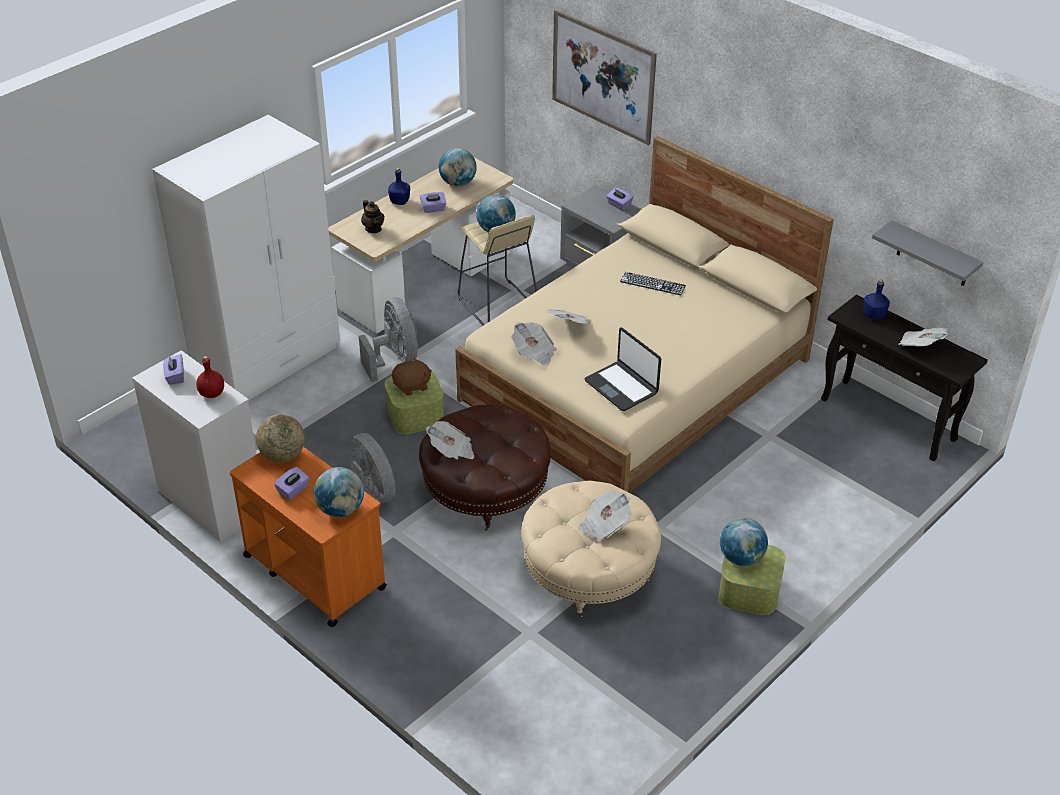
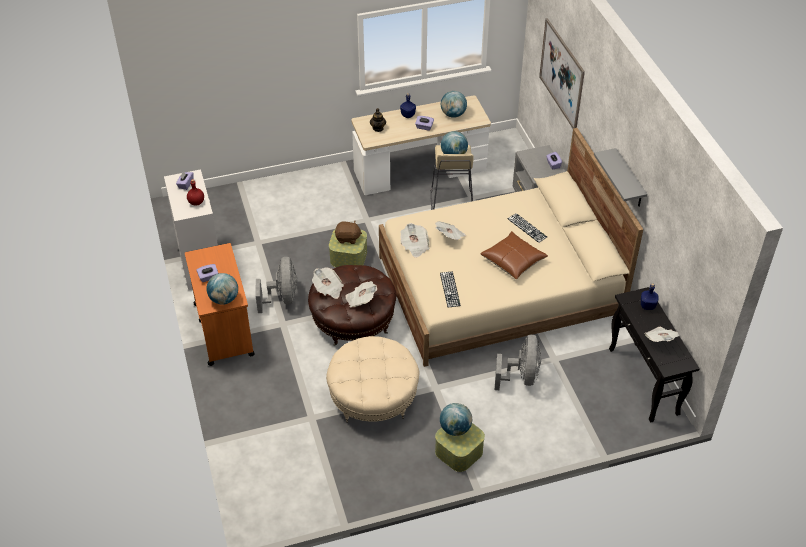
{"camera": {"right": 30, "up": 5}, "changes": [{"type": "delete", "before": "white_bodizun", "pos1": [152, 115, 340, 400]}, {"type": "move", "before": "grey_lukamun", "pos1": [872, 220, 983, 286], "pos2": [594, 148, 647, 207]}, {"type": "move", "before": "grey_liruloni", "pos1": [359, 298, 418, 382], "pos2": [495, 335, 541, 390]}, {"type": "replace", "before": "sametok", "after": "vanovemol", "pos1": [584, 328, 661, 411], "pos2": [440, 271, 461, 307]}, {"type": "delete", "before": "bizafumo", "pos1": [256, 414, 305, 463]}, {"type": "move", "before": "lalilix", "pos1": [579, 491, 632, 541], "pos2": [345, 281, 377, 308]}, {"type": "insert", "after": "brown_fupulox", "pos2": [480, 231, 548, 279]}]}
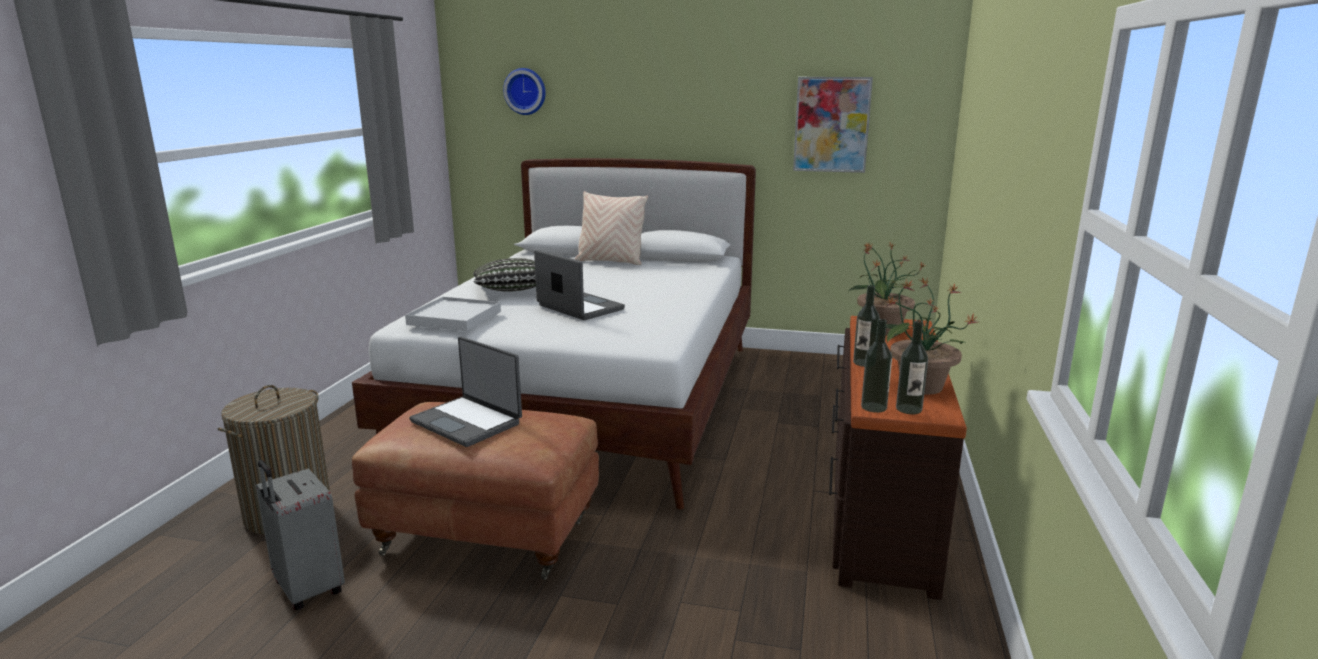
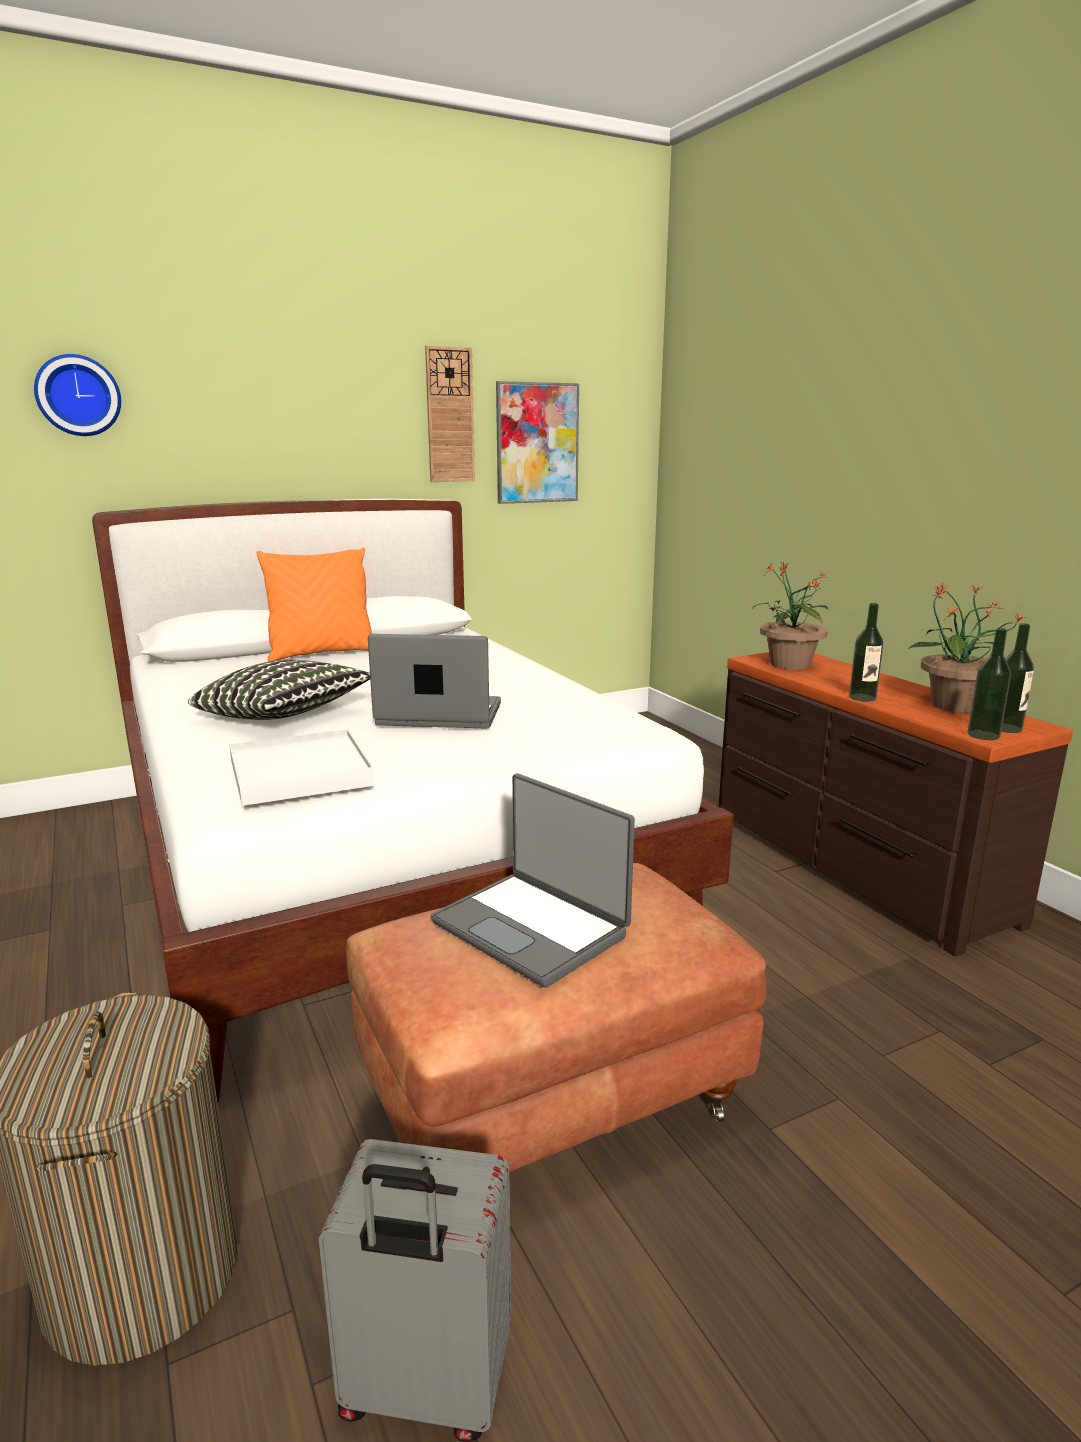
{"camera": {"right": -40, "up": 0}, "changes": [{"type": "recolor", "before": "beige_fupulox", "after": "orange_fupulox", "pos1": [575, 191, 648, 265], "pos2": [257, 548, 372, 661]}, {"type": "rotate", "before": "sametok", "pos1": [409, 337, 522, 447], "pos2": [431, 773, 635, 988], "turn": 45}, {"type": "insert", "after": "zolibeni", "pos2": [425, 346, 475, 482]}]}
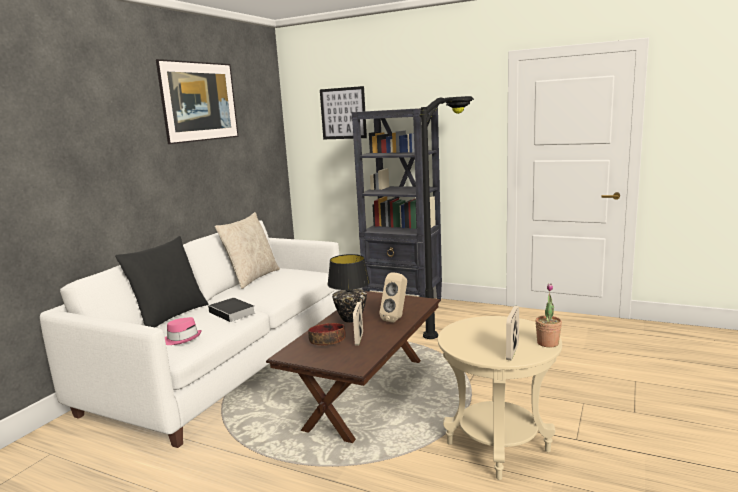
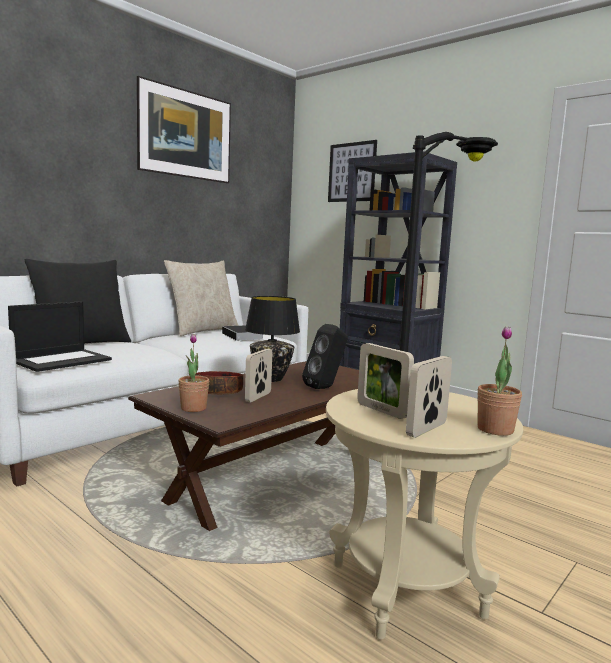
{"camera": {"right": 15, "up": -5}, "changes": [{"type": "recolor", "before": "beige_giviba", "after": "black_giviba", "pos1": [380, 272, 407, 323], "pos2": [302, 324, 348, 389]}, {"type": "move", "before": "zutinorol", "pos1": [208, 298, 255, 323], "pos2": [222, 325, 263, 341]}, {"type": "replace", "before": "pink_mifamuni", "after": "sametok", "pos1": [165, 317, 202, 345], "pos2": [8, 302, 112, 372]}, {"type": "insert", "after": "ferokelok", "pos2": [178, 334, 209, 412]}, {"type": "insert", "after": "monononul", "pos2": [357, 343, 414, 419]}]}
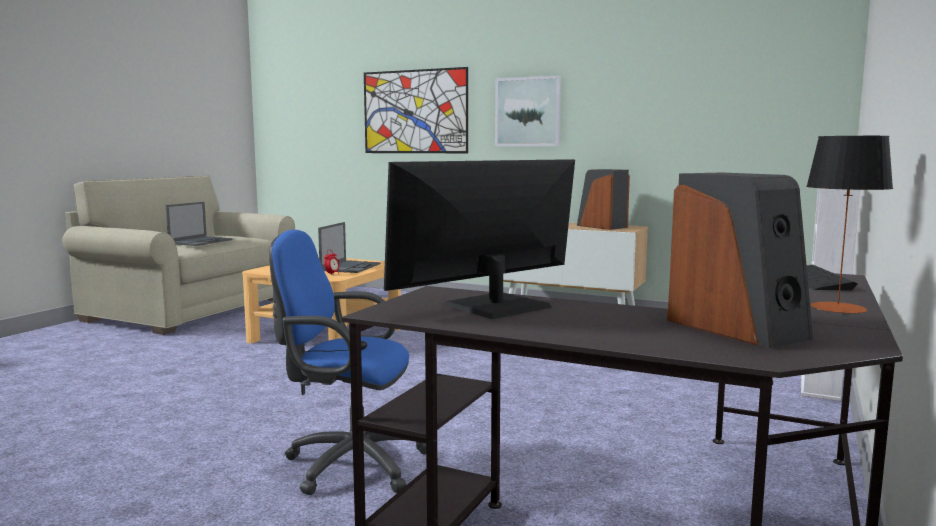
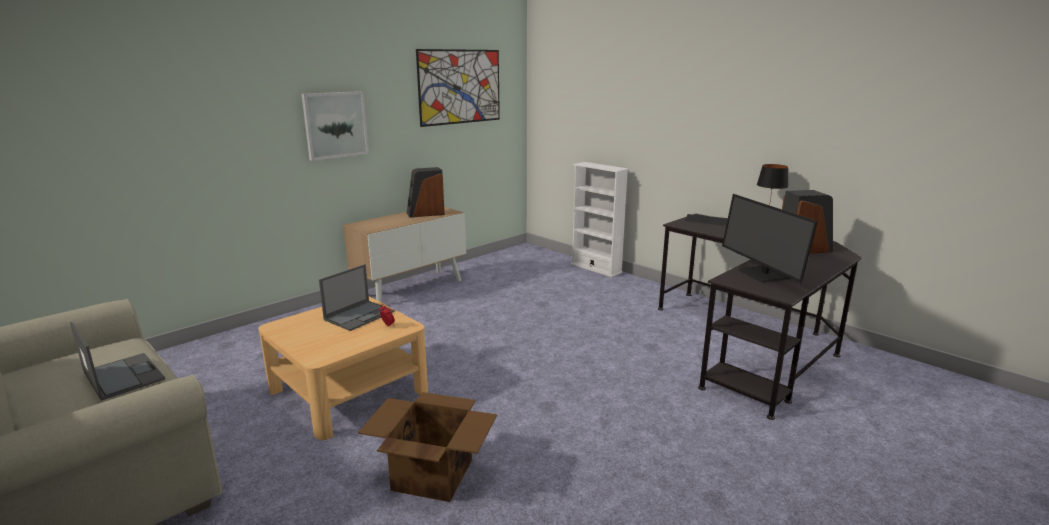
{"camera": {"right": -70, "up": 10}, "changes": [{"type": "move", "before": "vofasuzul", "pos1": [364, 67, 468, 153], "pos2": [416, 49, 500, 127]}, {"type": "rotate", "before": "sametok", "pos1": [318, 222, 381, 273], "pos2": [319, 264, 395, 331], "turn": 90}, {"type": "delete", "before": "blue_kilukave", "pos1": [269, 230, 426, 495]}, {"type": "insert", "after": "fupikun", "pos2": [358, 392, 497, 502]}]}
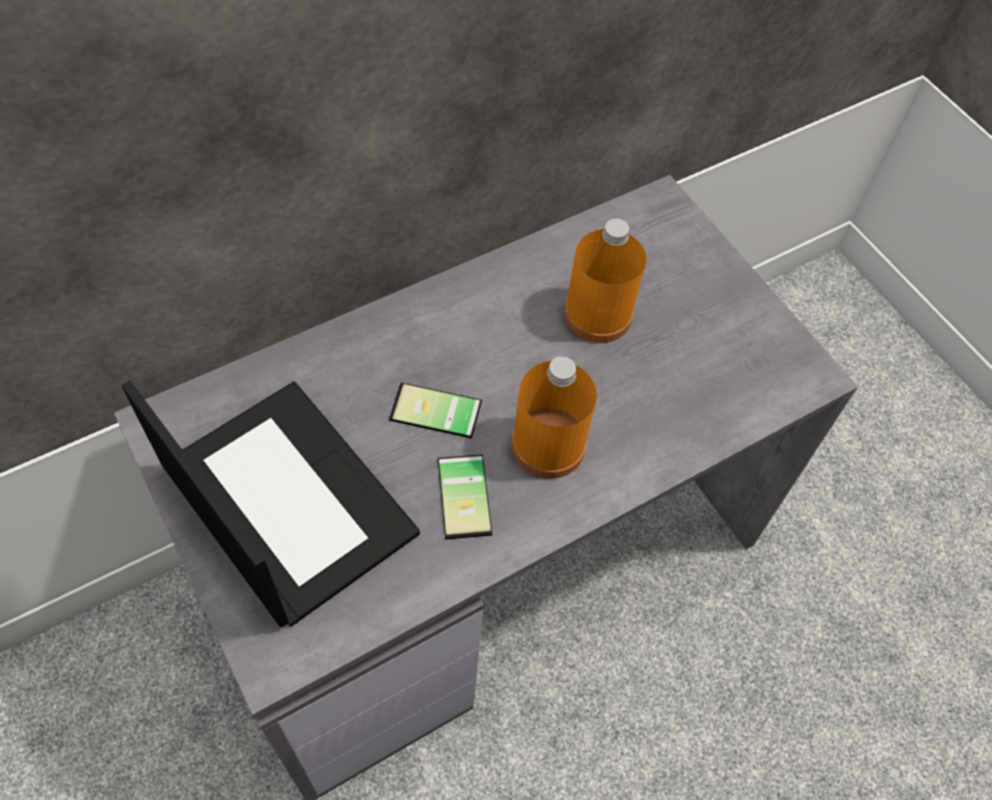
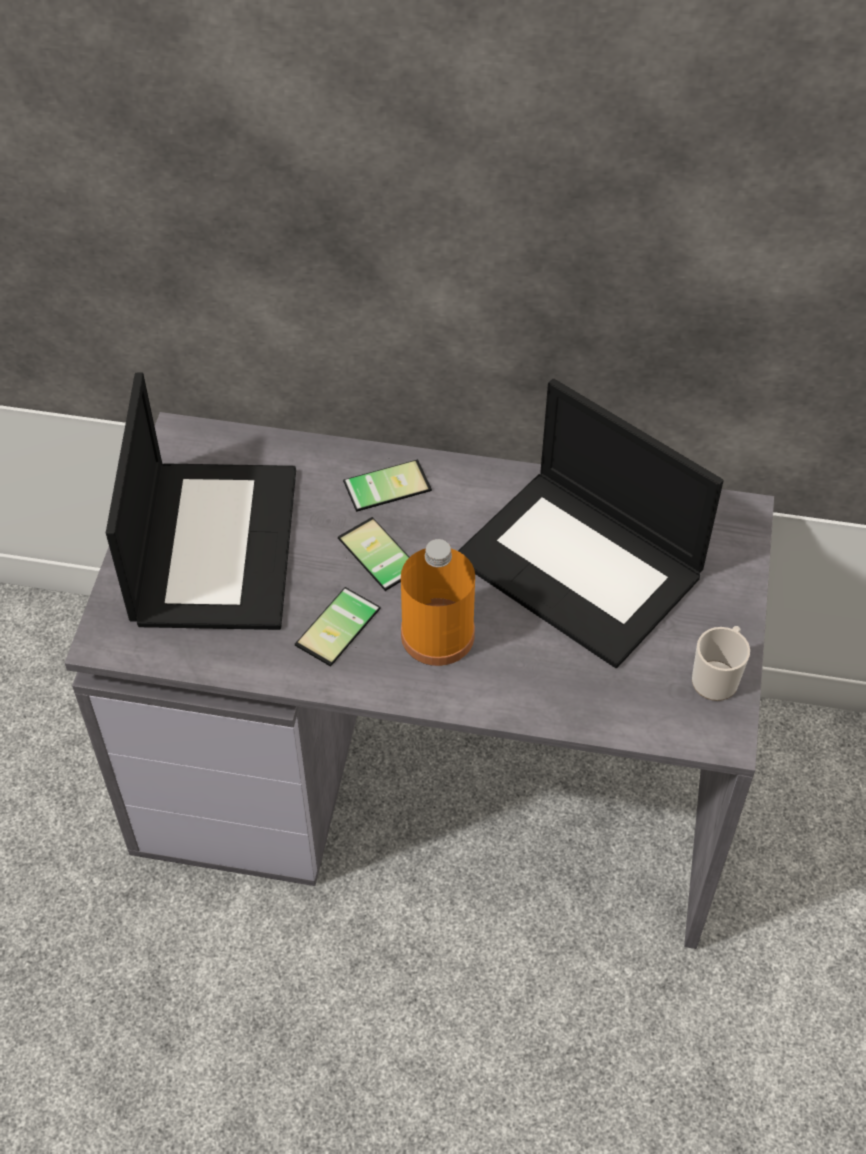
{"camera": {"right": 45, "up": -5}, "changes": [{"type": "replace", "before": "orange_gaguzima", "after": "sametok", "pos1": [564, 219, 646, 343], "pos2": [458, 379, 724, 668]}, {"type": "insert", "after": "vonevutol", "pos2": [343, 458, 432, 512]}, {"type": "insert", "after": "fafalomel", "pos2": [692, 626, 750, 701]}]}
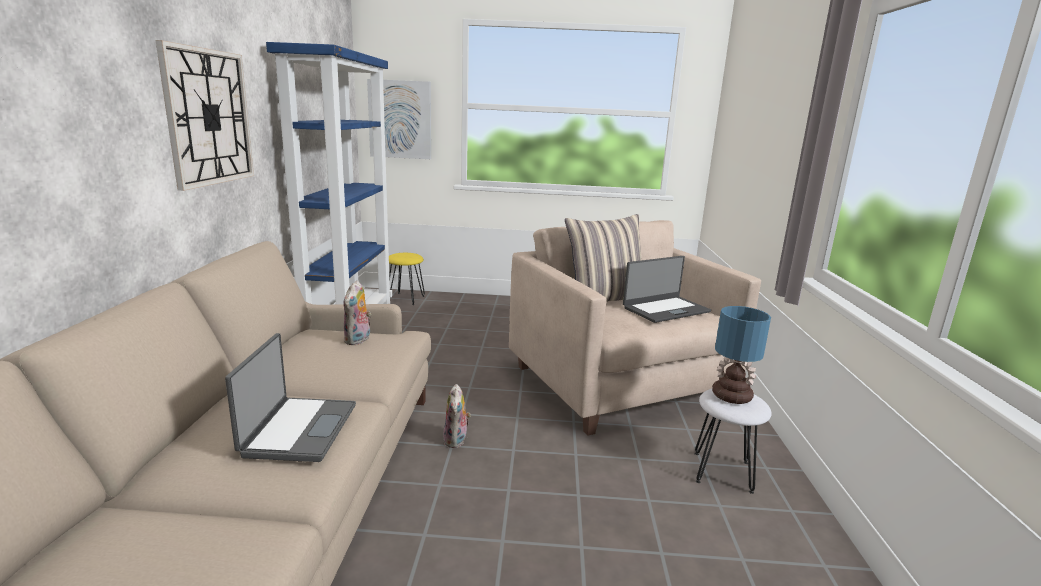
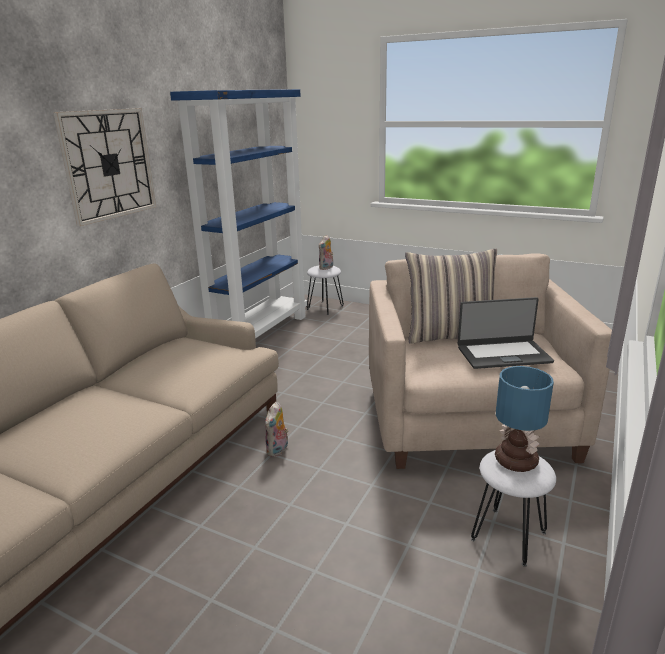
{"camera": {"right": 25, "up": 5}, "changes": [{"type": "delete", "before": "vofasuzul", "pos1": [367, 79, 431, 159]}, {"type": "recolor", "before": "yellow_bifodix", "after": "white_bifodix", "pos1": [389, 253, 425, 305], "pos2": [307, 266, 344, 315]}, {"type": "move", "before": "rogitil", "pos1": [343, 280, 371, 345], "pos2": [319, 235, 333, 270]}, {"type": "delete", "before": "sametok", "pos1": [225, 333, 356, 462]}]}
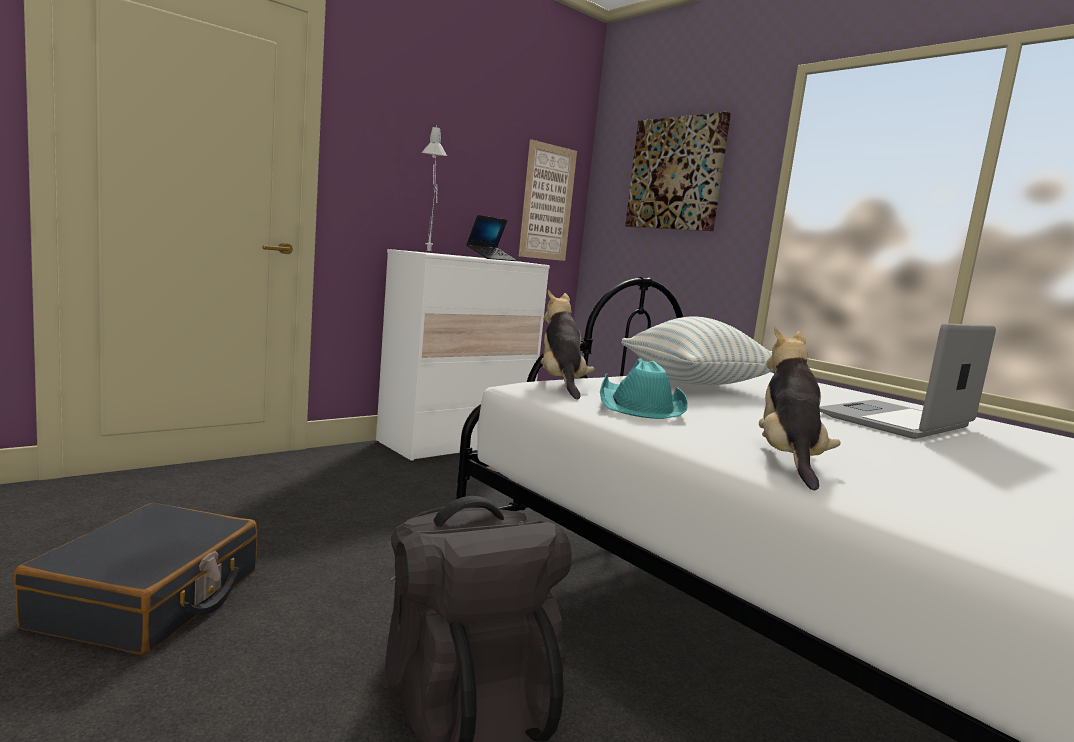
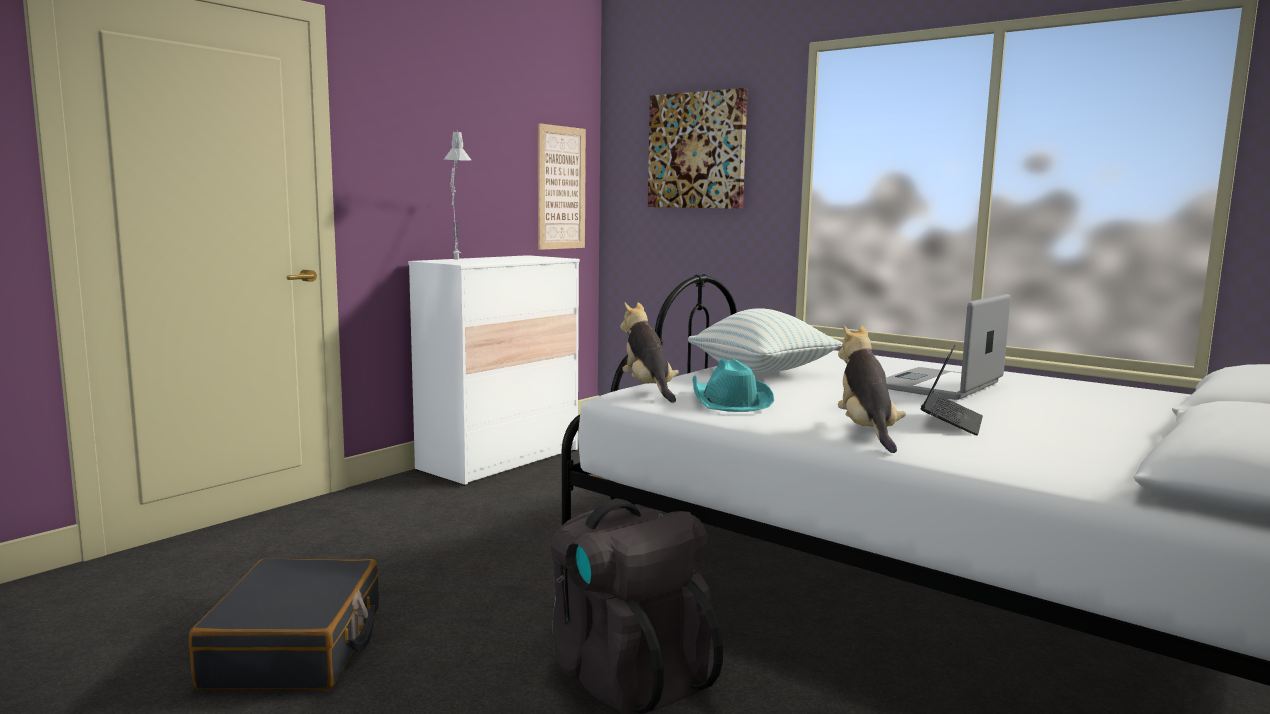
{"camera": {"right": -10, "up": 0}, "changes": [{"type": "move", "before": "sametok", "pos1": [466, 215, 517, 261], "pos2": [921, 345, 983, 435]}]}
